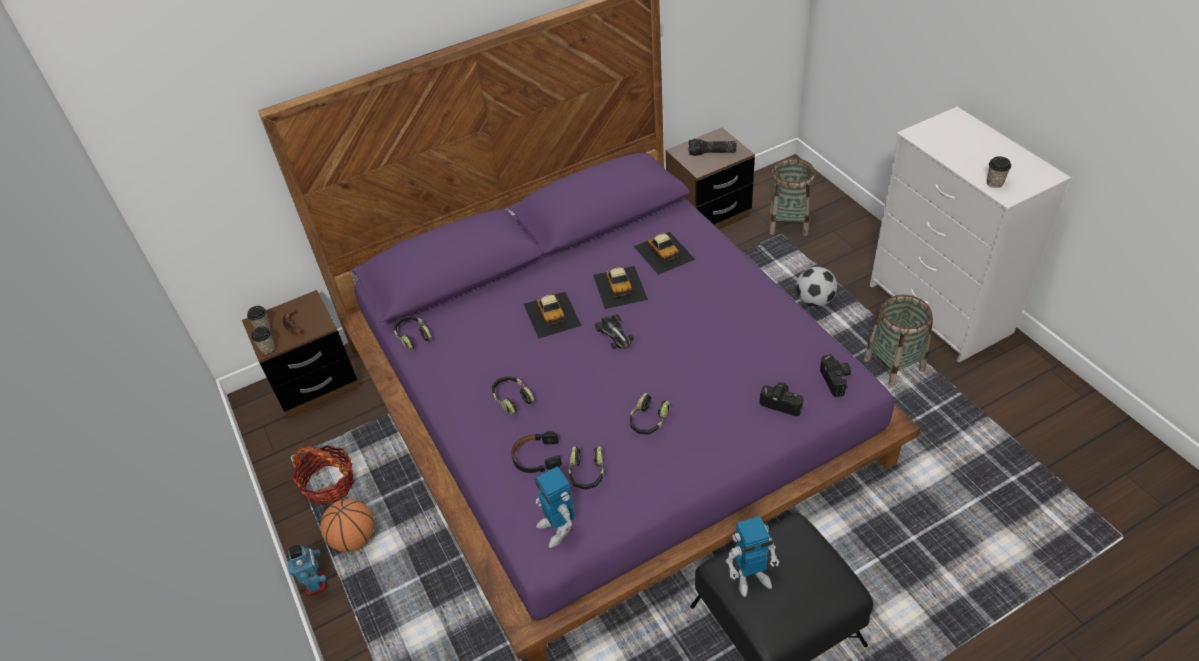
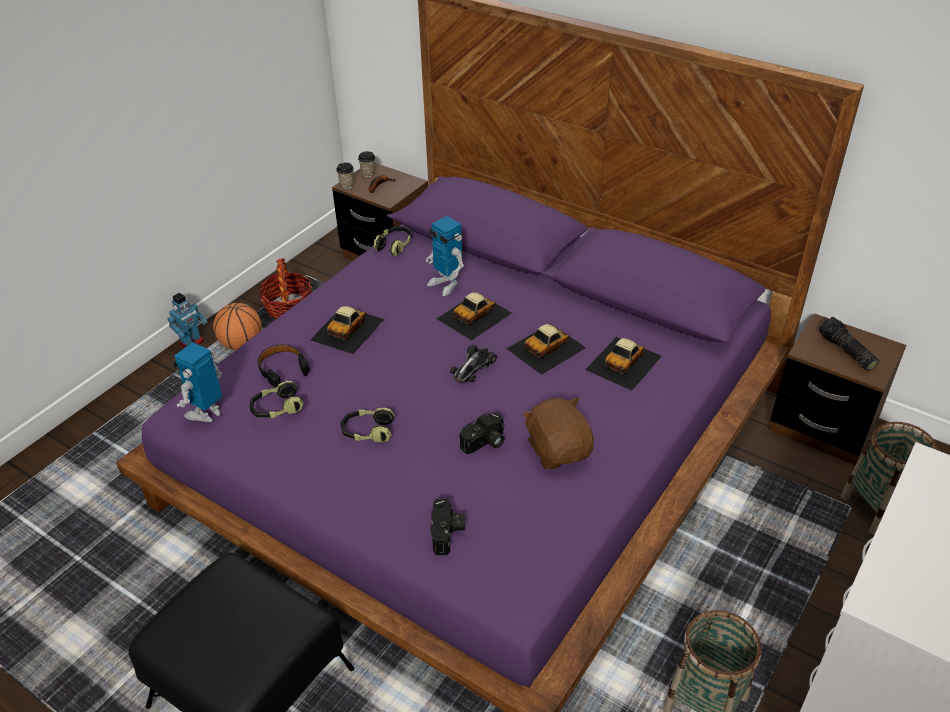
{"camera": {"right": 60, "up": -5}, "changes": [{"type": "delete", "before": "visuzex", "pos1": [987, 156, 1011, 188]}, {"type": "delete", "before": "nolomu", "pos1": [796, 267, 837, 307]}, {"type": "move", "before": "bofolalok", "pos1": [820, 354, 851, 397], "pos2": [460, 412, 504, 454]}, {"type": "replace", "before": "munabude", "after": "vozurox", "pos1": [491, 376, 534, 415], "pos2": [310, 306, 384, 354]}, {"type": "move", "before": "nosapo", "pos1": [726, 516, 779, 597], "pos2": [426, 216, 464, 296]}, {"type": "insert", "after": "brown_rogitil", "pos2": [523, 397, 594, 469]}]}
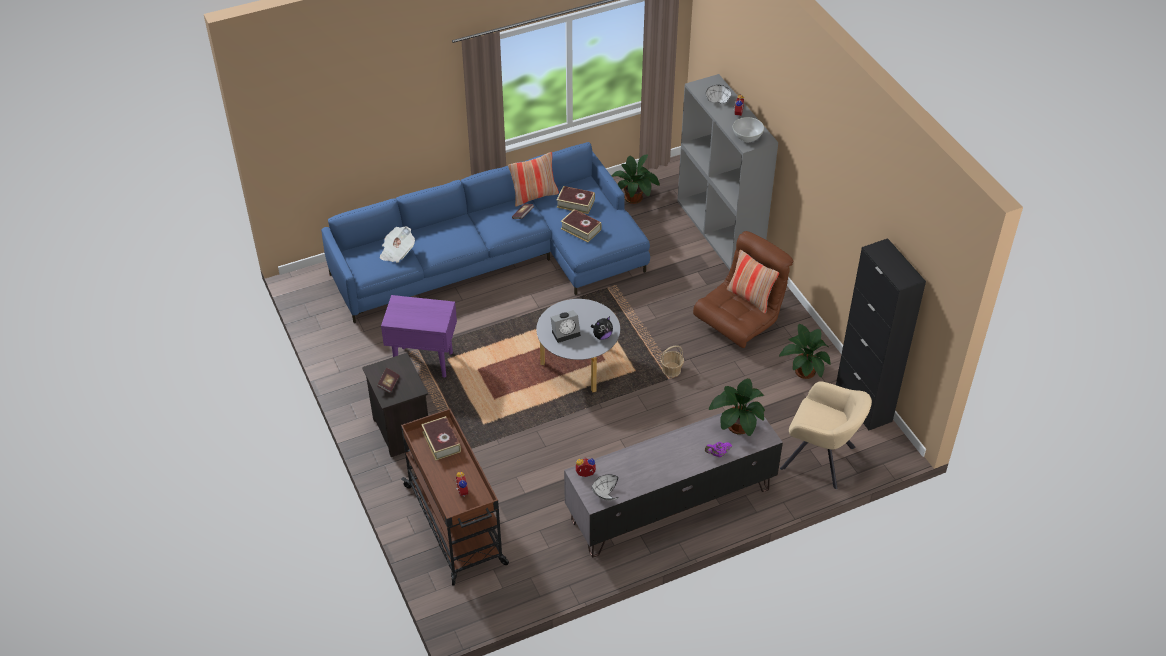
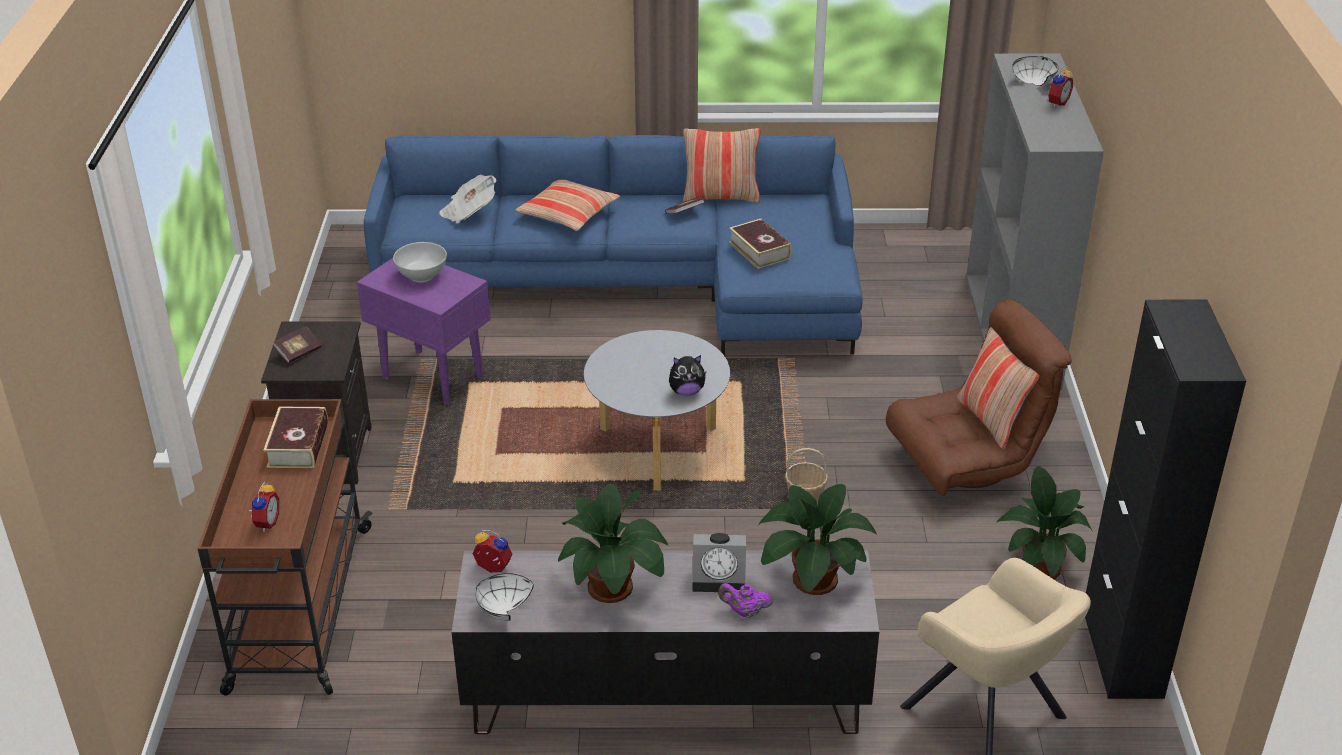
{"camera": {"right": 25, "up": -10}, "changes": [{"type": "move", "before": "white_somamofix", "pos1": [733, 117, 764, 143], "pos2": [393, 242, 447, 282]}, {"type": "move", "before": "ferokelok", "pos1": [612, 154, 660, 204], "pos2": [558, 484, 668, 603]}, {"type": "delete", "before": "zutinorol", "pos1": [557, 186, 595, 214]}, {"type": "move", "before": "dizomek", "pos1": [551, 310, 581, 343], "pos2": [693, 533, 746, 592]}, {"type": "insert", "after": "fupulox", "pos2": [515, 180, 620, 231]}]}
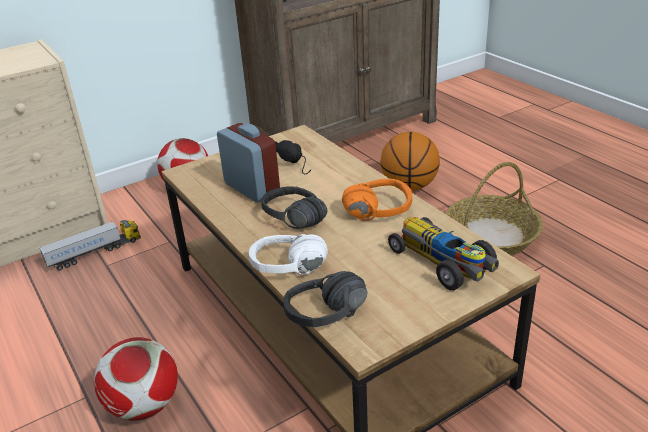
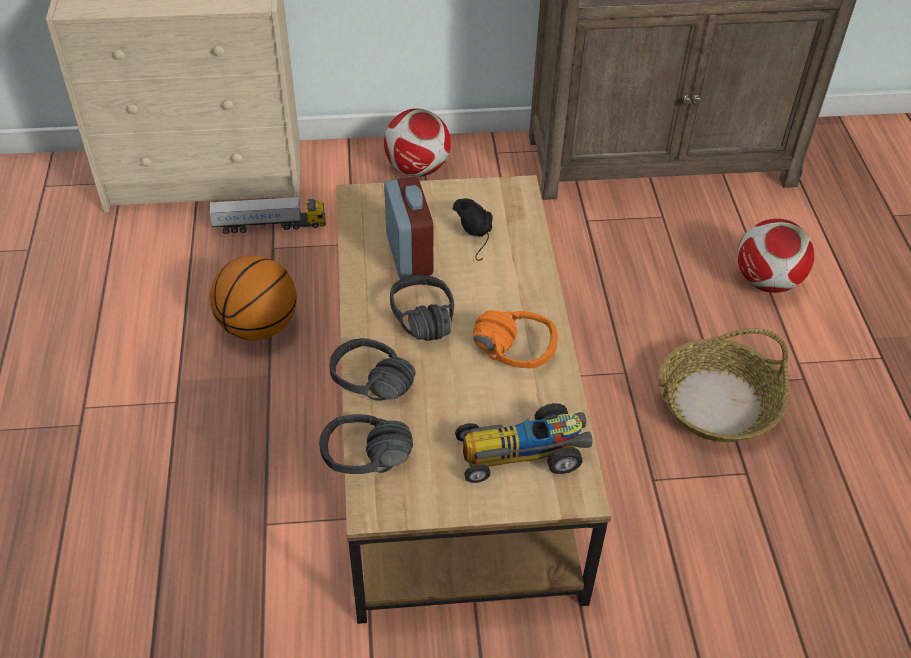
{"camera": {"right": 25, "up": 15}, "changes": [{"type": "move", "before": "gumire", "pos1": [381, 132, 440, 191], "pos2": [210, 255, 296, 341]}, {"type": "rotate", "before": "vozurox", "pos1": [388, 217, 499, 291], "pos2": [455, 403, 593, 483], "turn": -90}, {"type": "recolor", "before": "white_munabude", "after": "black_munabude", "pos1": [249, 234, 328, 275], "pos2": [330, 338, 415, 401]}, {"type": "move", "before": "nolomu", "pos1": [94, 337, 178, 421], "pos2": [737, 219, 814, 293]}]}
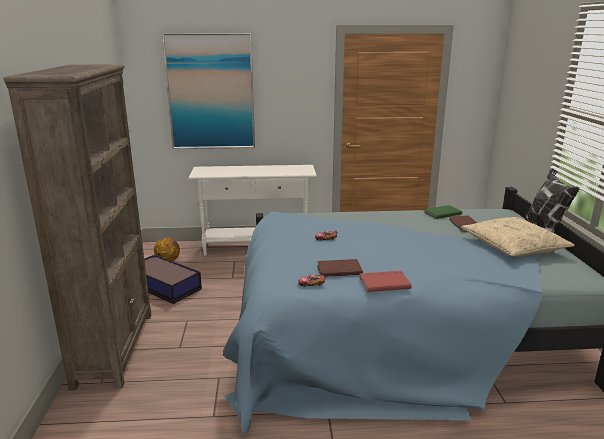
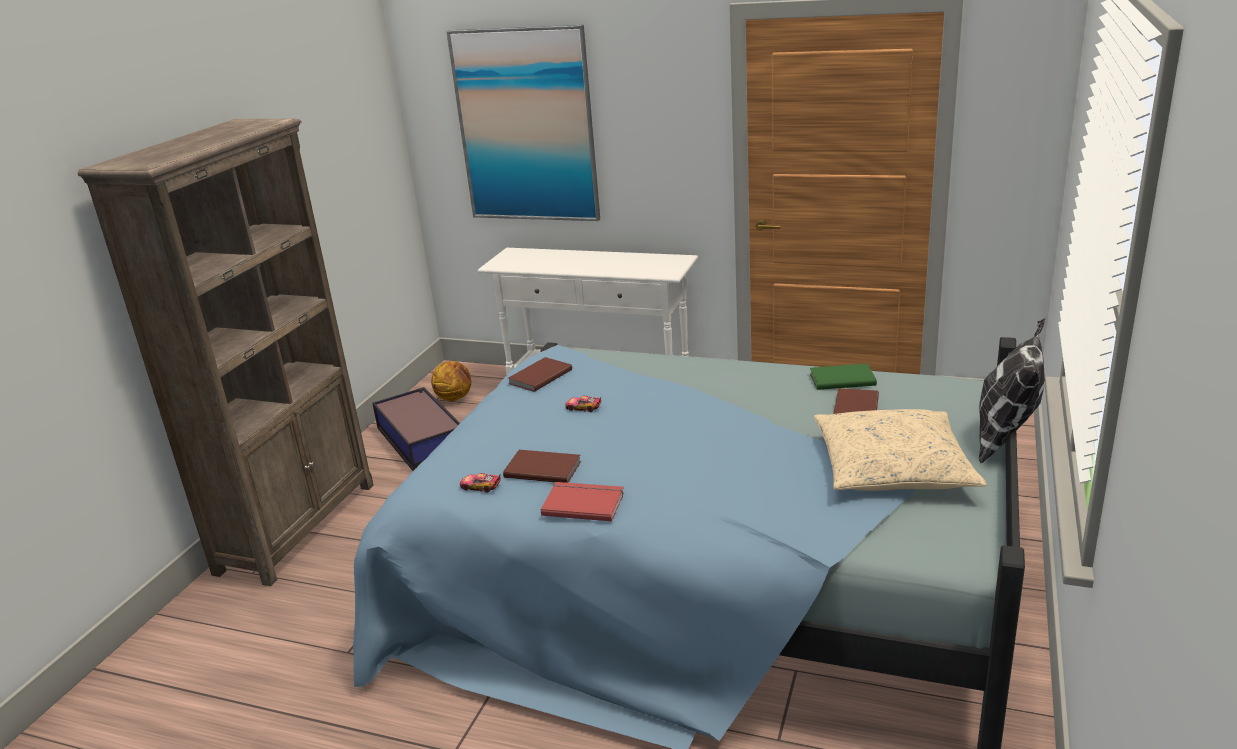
{"camera": {"right": 25, "up": 5}, "changes": [{"type": "insert", "after": "brown_zutinorol", "pos2": [508, 357, 572, 392]}]}
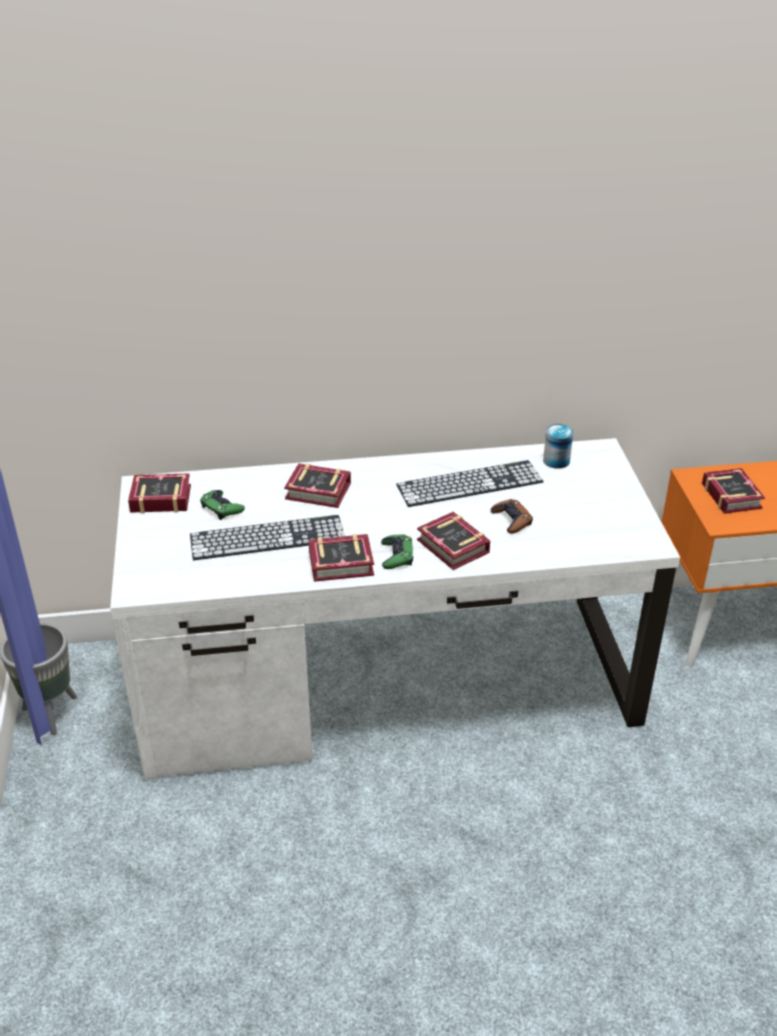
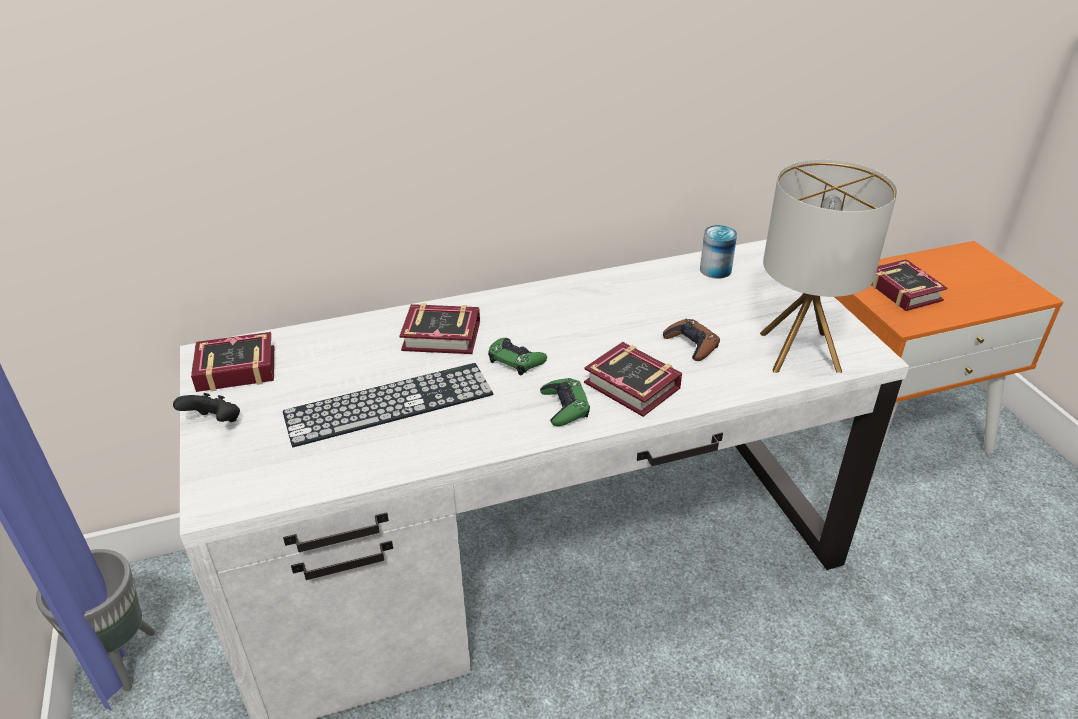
{"camera": {"right": -10, "up": 0}, "changes": [{"type": "delete", "before": "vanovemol", "pos1": [396, 460, 543, 507]}, {"type": "move", "before": "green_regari", "pos1": [200, 490, 245, 520], "pos2": [488, 338, 547, 375]}, {"type": "delete", "before": "zutinorol", "pos1": [309, 534, 374, 582]}, {"type": "insert", "after": "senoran", "pos2": [760, 160, 897, 373]}, {"type": "insert", "after": "black_regari", "pos2": [173, 393, 240, 422]}]}
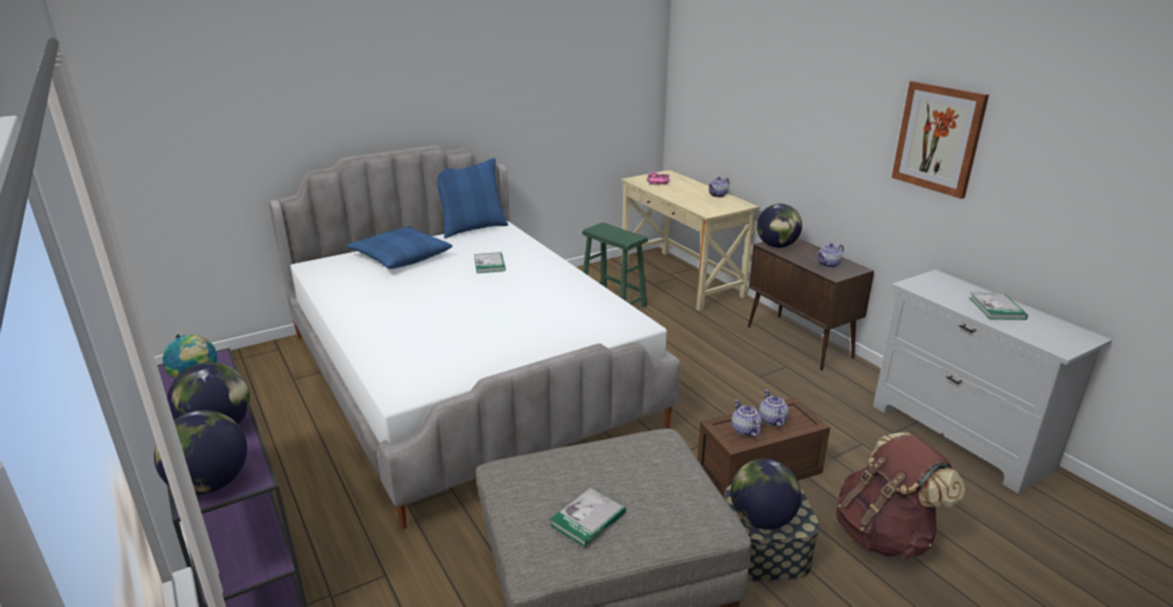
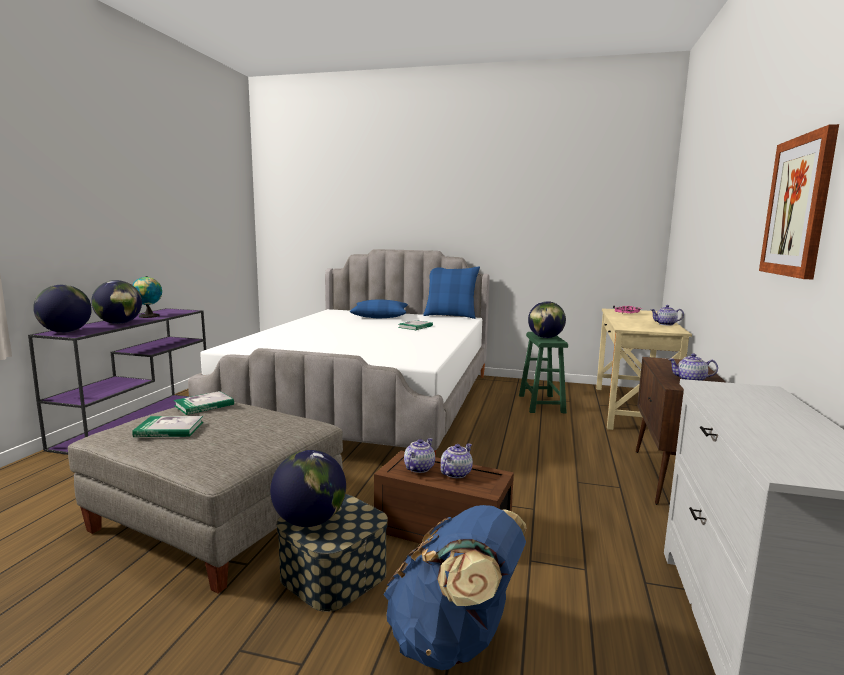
{"camera": {"right": 45, "up": -15}, "changes": [{"type": "move", "before": "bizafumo", "pos1": [757, 204, 802, 248], "pos2": [528, 301, 566, 338]}, {"type": "move", "before": "zutinorol", "pos1": [970, 293, 1028, 320], "pos2": [174, 391, 234, 415]}, {"type": "recolor", "before": "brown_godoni", "after": "blue_godoni", "pos1": [836, 432, 965, 559], "pos2": [383, 505, 527, 670]}]}
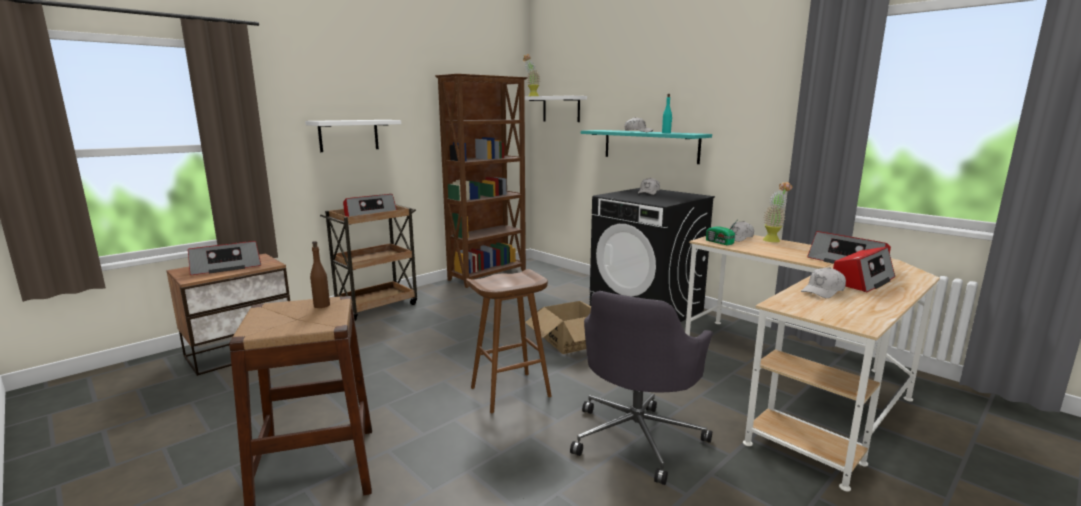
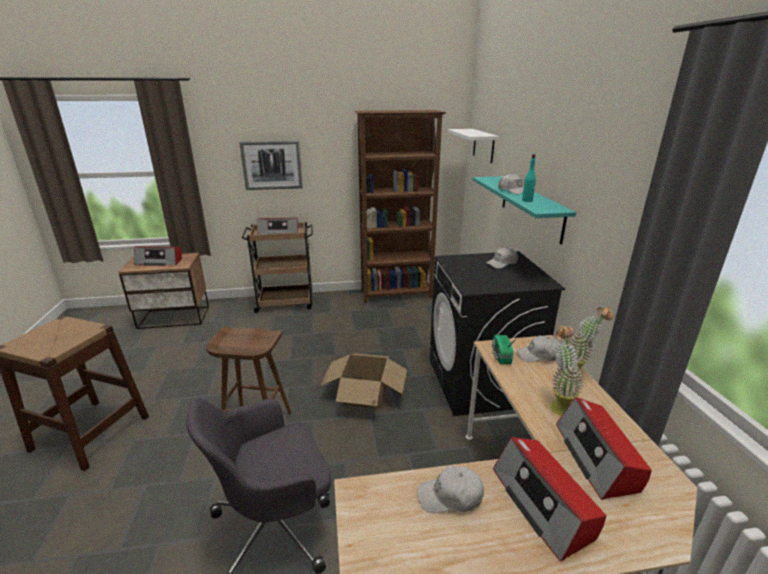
{"camera": {"right": 35, "up": 10}, "changes": [{"type": "move", "before": "ferokelok", "pos1": [523, 54, 540, 96], "pos2": [550, 325, 585, 416]}, {"type": "replace", "before": "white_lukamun", "after": "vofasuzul", "pos1": [305, 120, 401, 152], "pos2": [239, 140, 303, 190]}, {"type": "delete", "before": "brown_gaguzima", "pos1": [310, 241, 330, 308]}, {"type": "rotate", "before": "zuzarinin", "pos1": [833, 247, 895, 292], "pos2": [493, 437, 606, 562], "turn": 75}]}
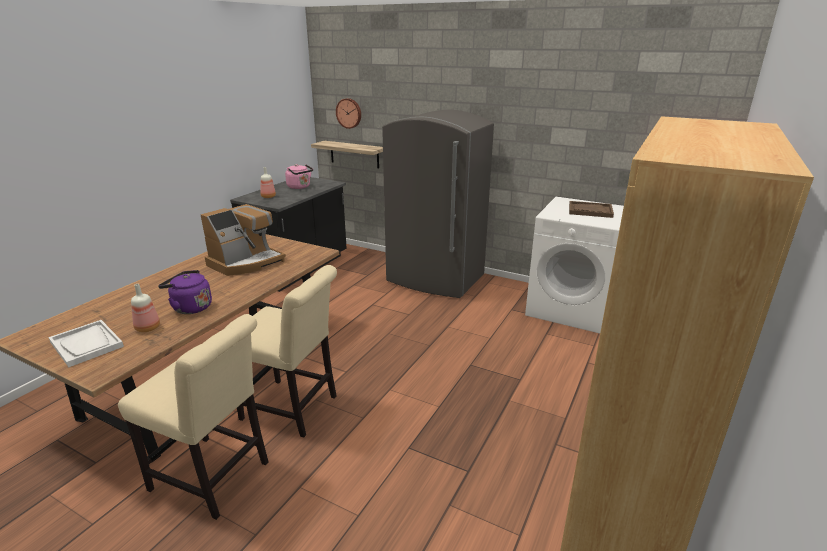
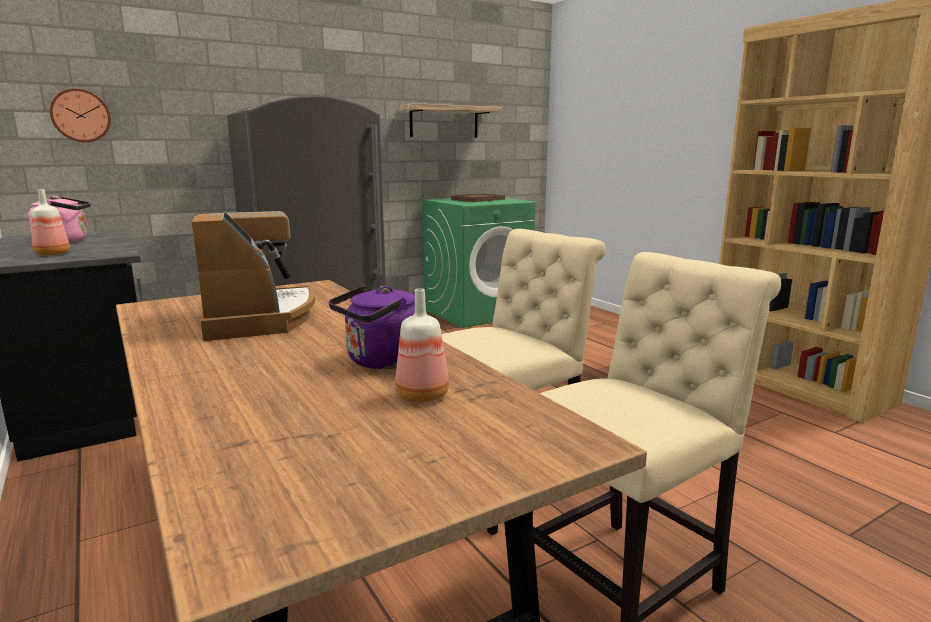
{"camera": {"right": -60, "up": -10}, "changes": [{"type": "move", "before": "lukamun", "pos1": [311, 141, 383, 168], "pos2": [399, 103, 502, 137]}, {"type": "recolor", "before": "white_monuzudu", "after": "green_monuzudu", "pos1": [525, 197, 624, 333], "pos2": [421, 198, 536, 328]}, {"type": "delete", "before": "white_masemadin", "pos1": [48, 320, 124, 367]}]}
